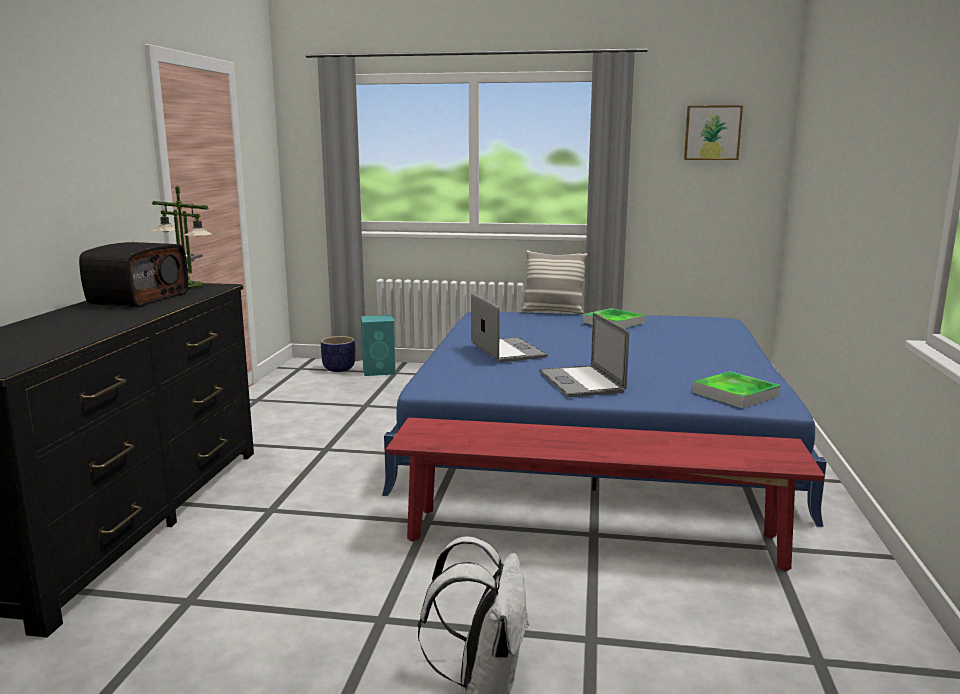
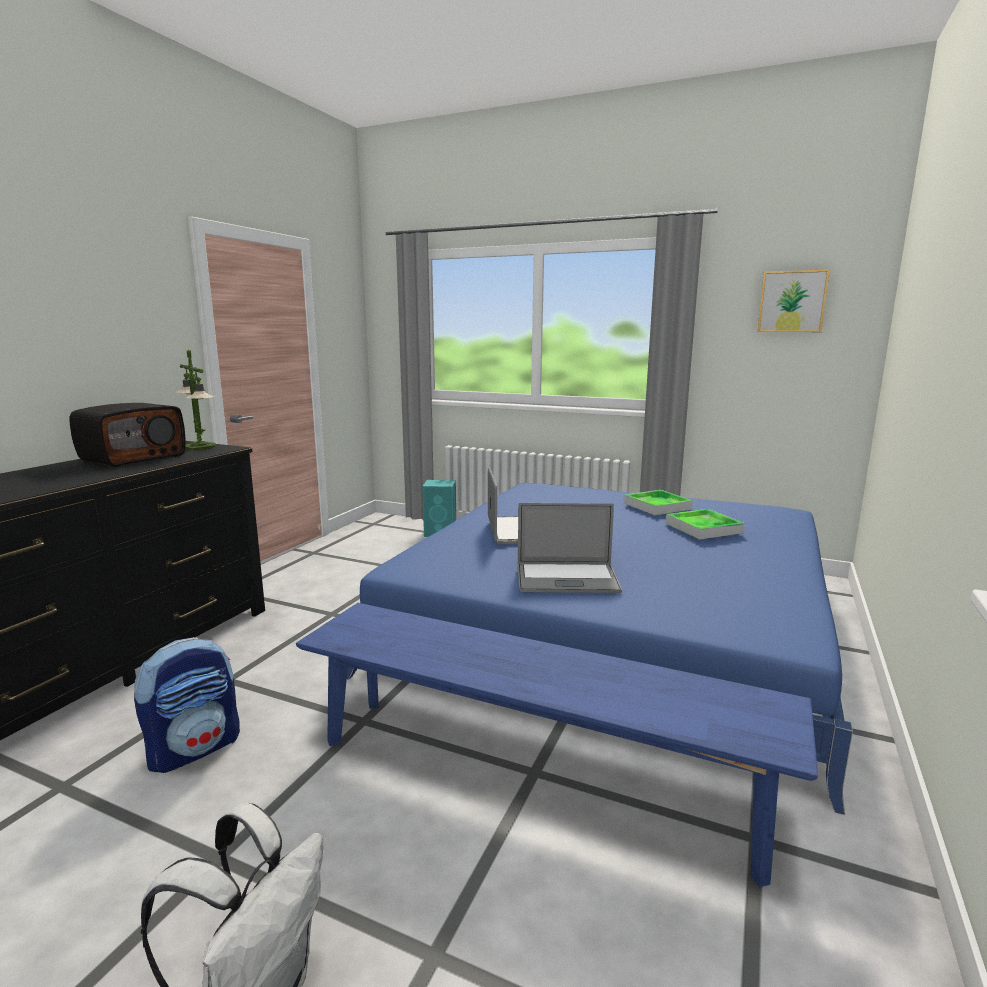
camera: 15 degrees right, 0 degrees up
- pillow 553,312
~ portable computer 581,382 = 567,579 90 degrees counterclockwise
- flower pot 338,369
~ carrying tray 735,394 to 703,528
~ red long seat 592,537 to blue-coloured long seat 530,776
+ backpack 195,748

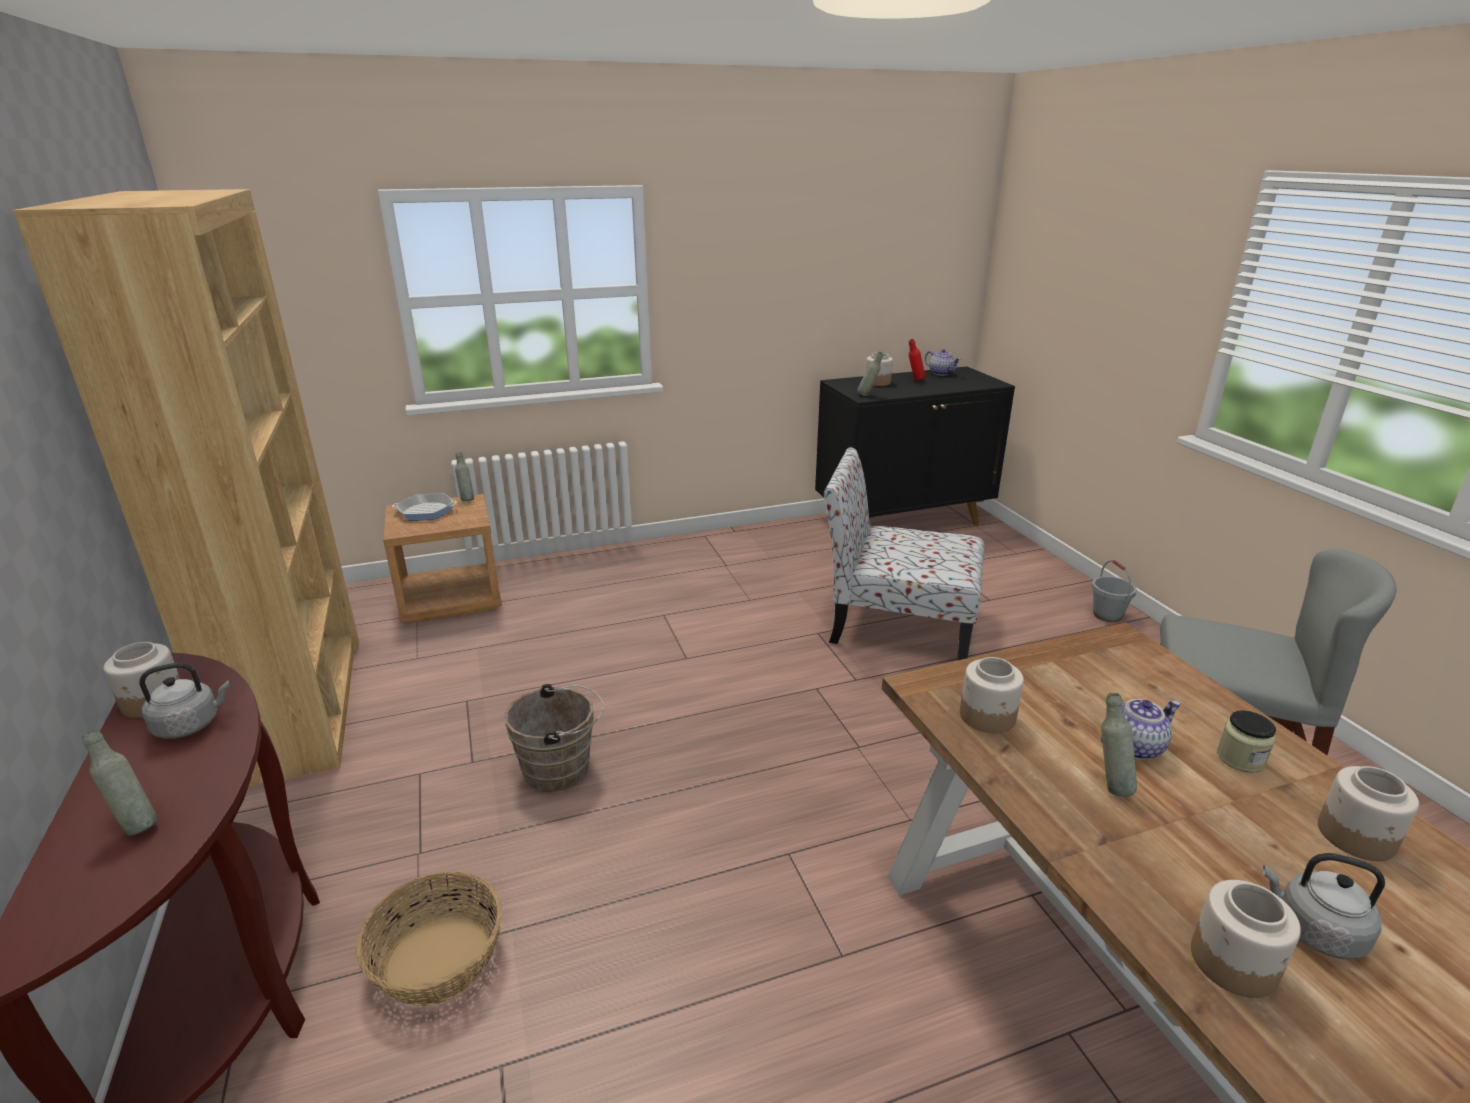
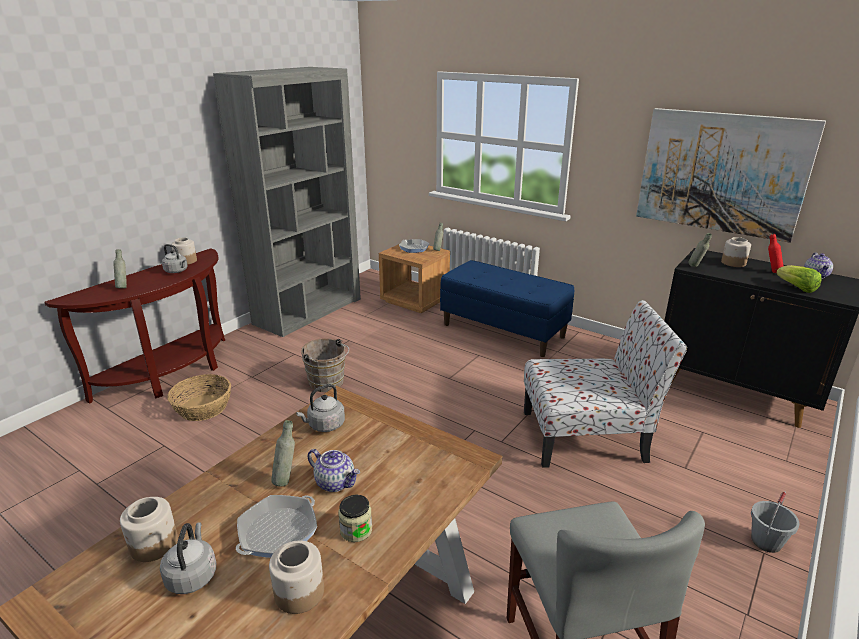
camera: 55 degrees right, 0 degrees up
~ brownish bookcase 300,706 to grey bookcase 308,311
~ upright chair 897,624 = 587,436 105 degrees clockwise
~ storage jar 988,716 to grey tea kettle 324,425
+ wall art 721,173
+ blue-coloured long seat 504,330
+ lettuce 797,288
+ skillet 278,532

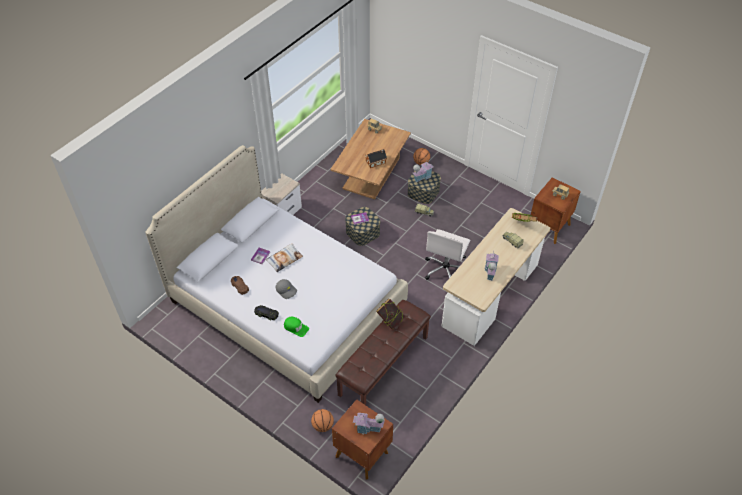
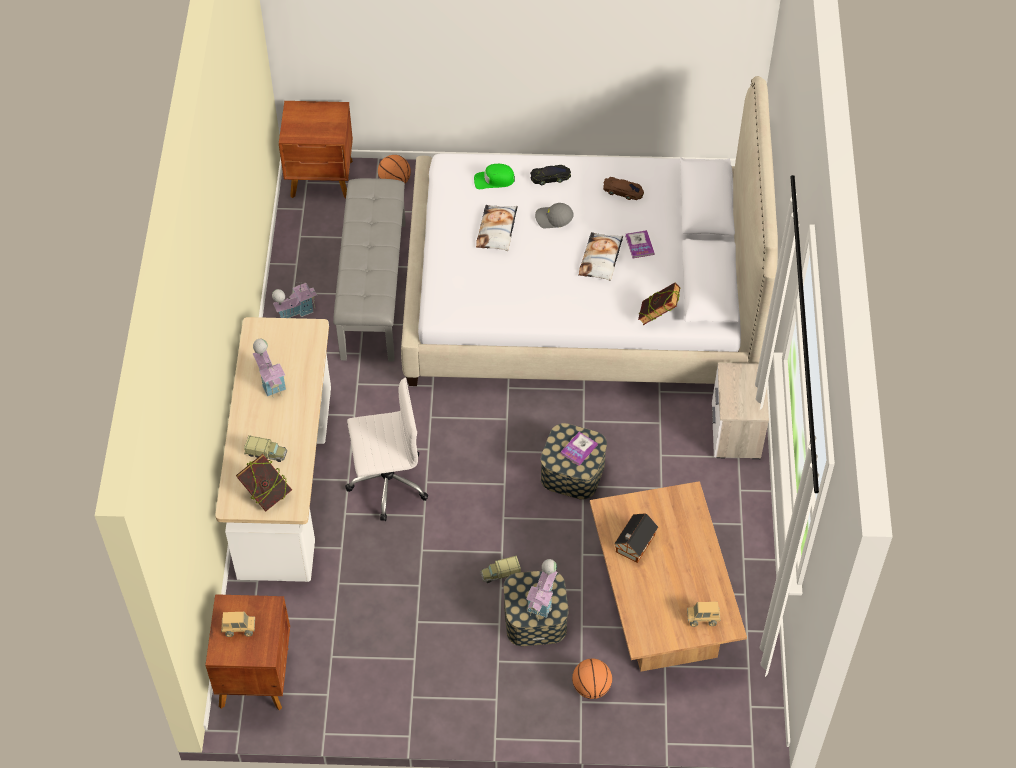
camera: 145 degrees right, 5 degrees up
~ whitish desk chair 445,270 = 386,482 90 degrees clockwise
~ volume 390,321 to 657,316
~ brownish long seat 383,365 to grey long seat 374,290
~ miniature house 368,428 to 296,310
+ pillow 497,231

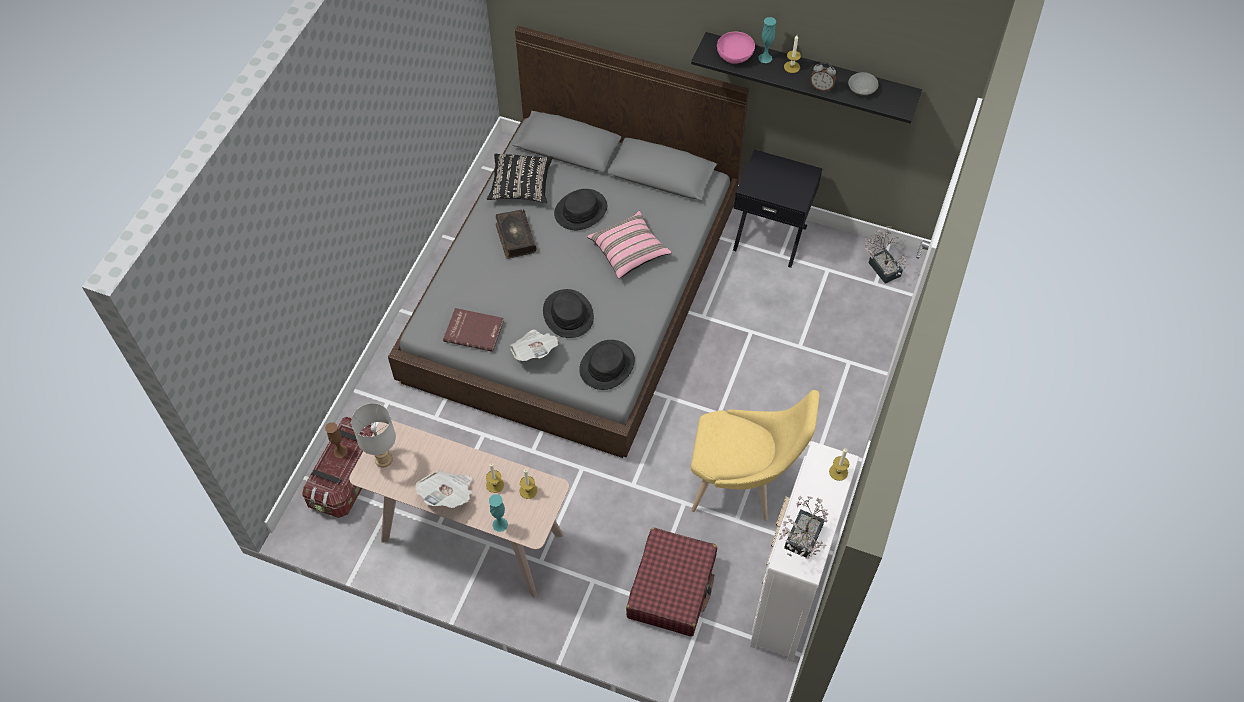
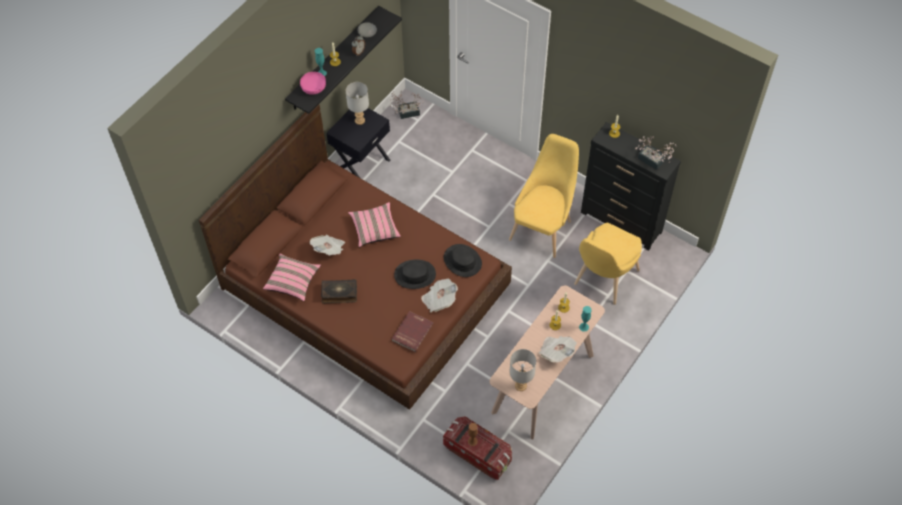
camera: 75 degrees left, 0 degrees up
~ grey sleeping bed 574,289 to brownish sleeping bed 365,286
~ black pillow 521,186 to pinkish pillow 293,282
~ black clothing hat 581,210 to printed paper 329,249
~ whitish drawer chest 789,596 to black drawer chest 621,222
~ red travel case 672,587 to yellowish upright chair 603,280
+ grey lamp for a table 360,121

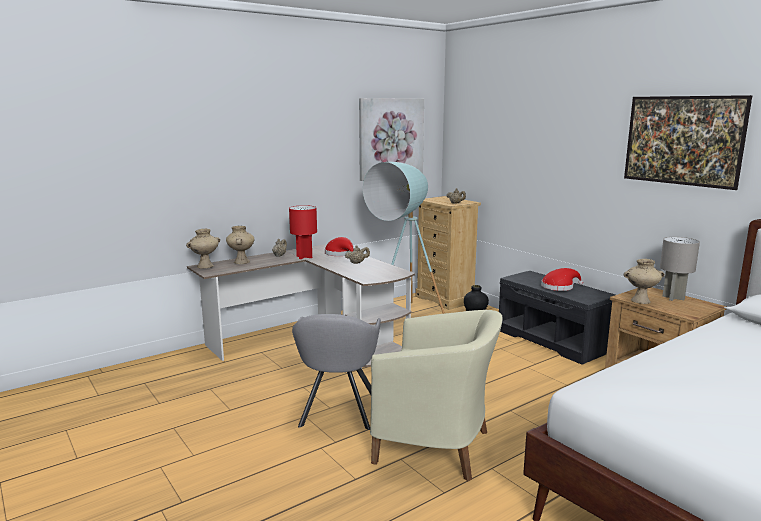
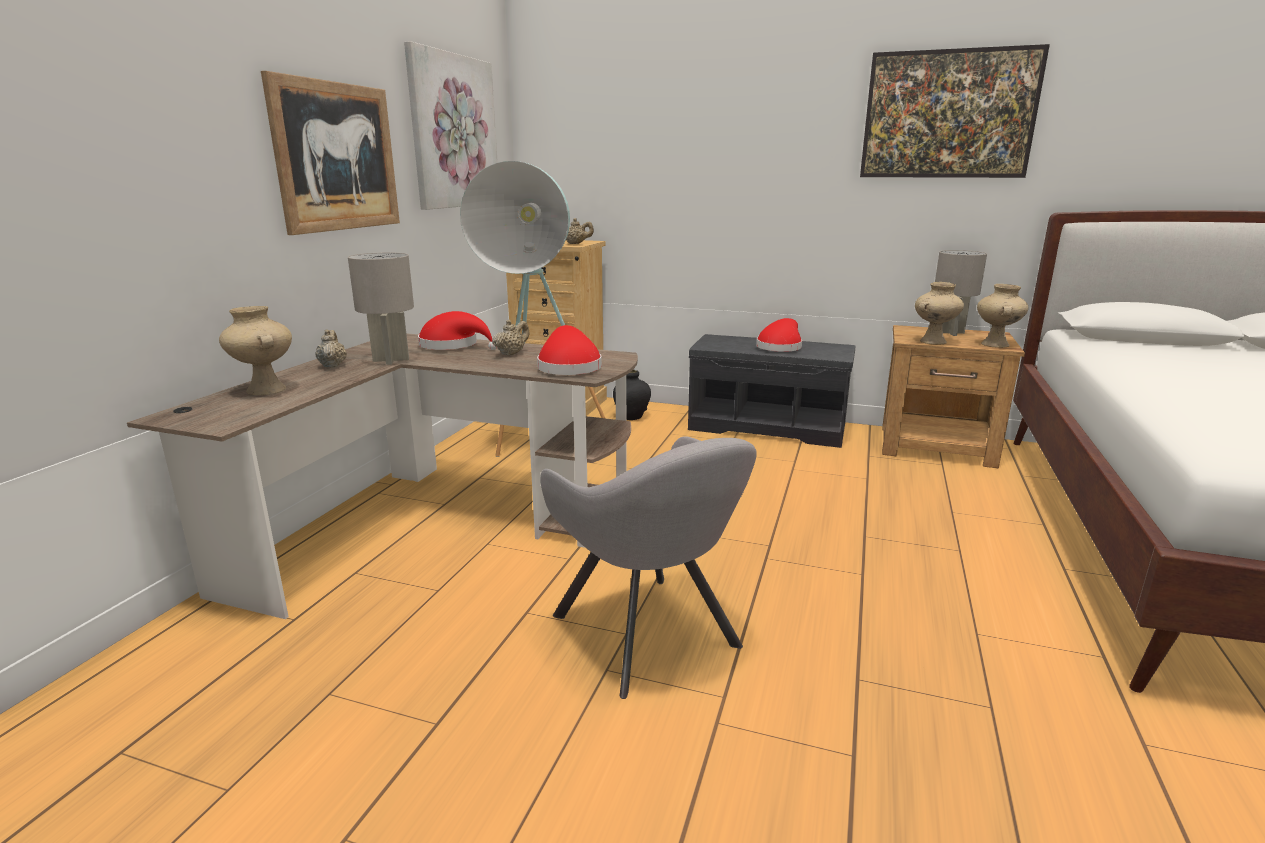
camera: 35 degrees left, 5 degrees up
~ red lamp for a table 304,257 to grey lamp for a table 391,360
~ beige flower vase 205,266 to 996,345
- beige armchair 436,446
+ wall art 337,157
+ red clothing hat 568,367

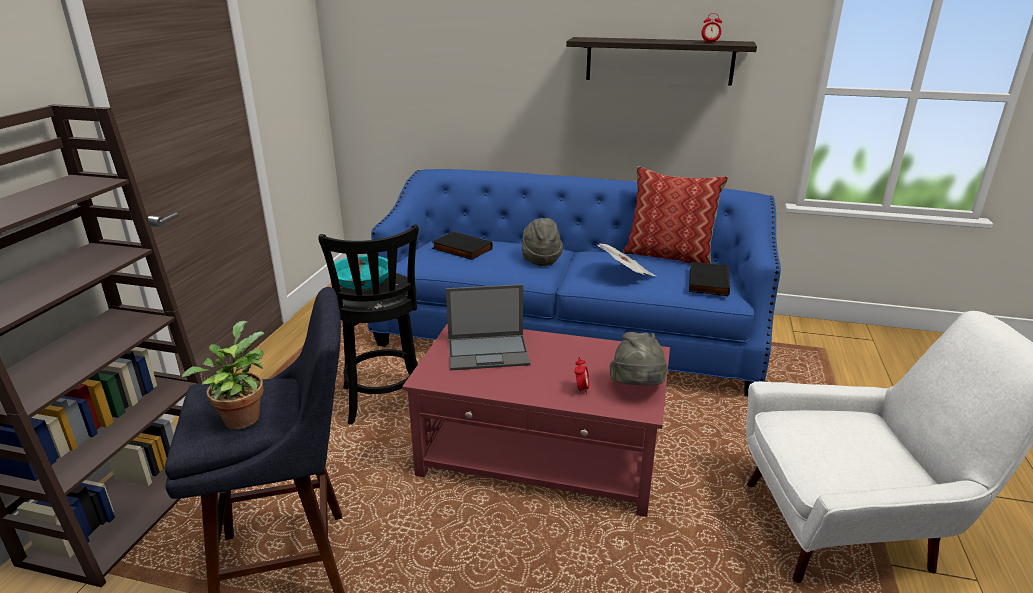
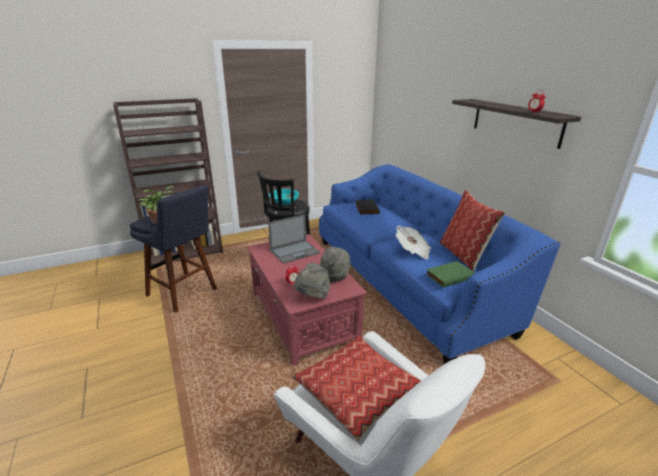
camera: 50 degrees right, 0 degrees up
~ grey clothing hat 540,259 to 335,276
~ black volume 707,282 to greenish volume 449,275
~ portable computer 489,352 = 295,251 75 degrees counterclockwise
+ pillow 358,391

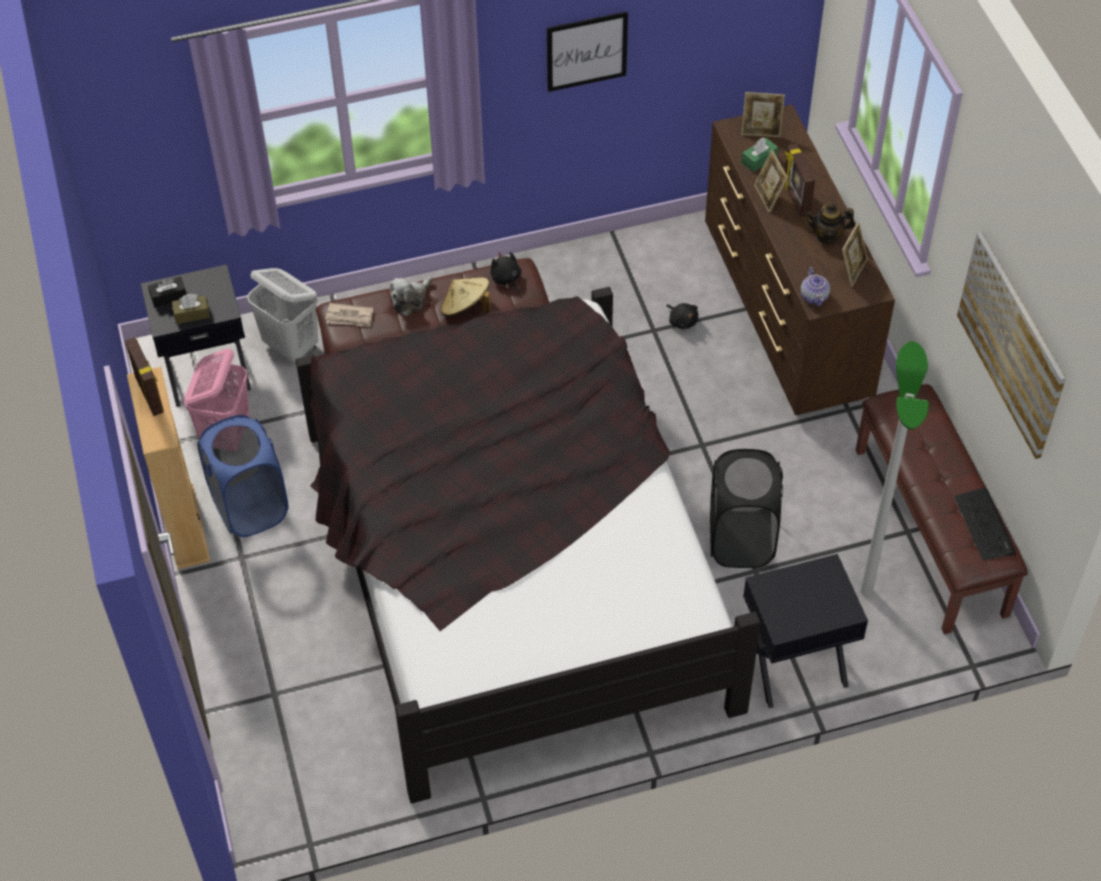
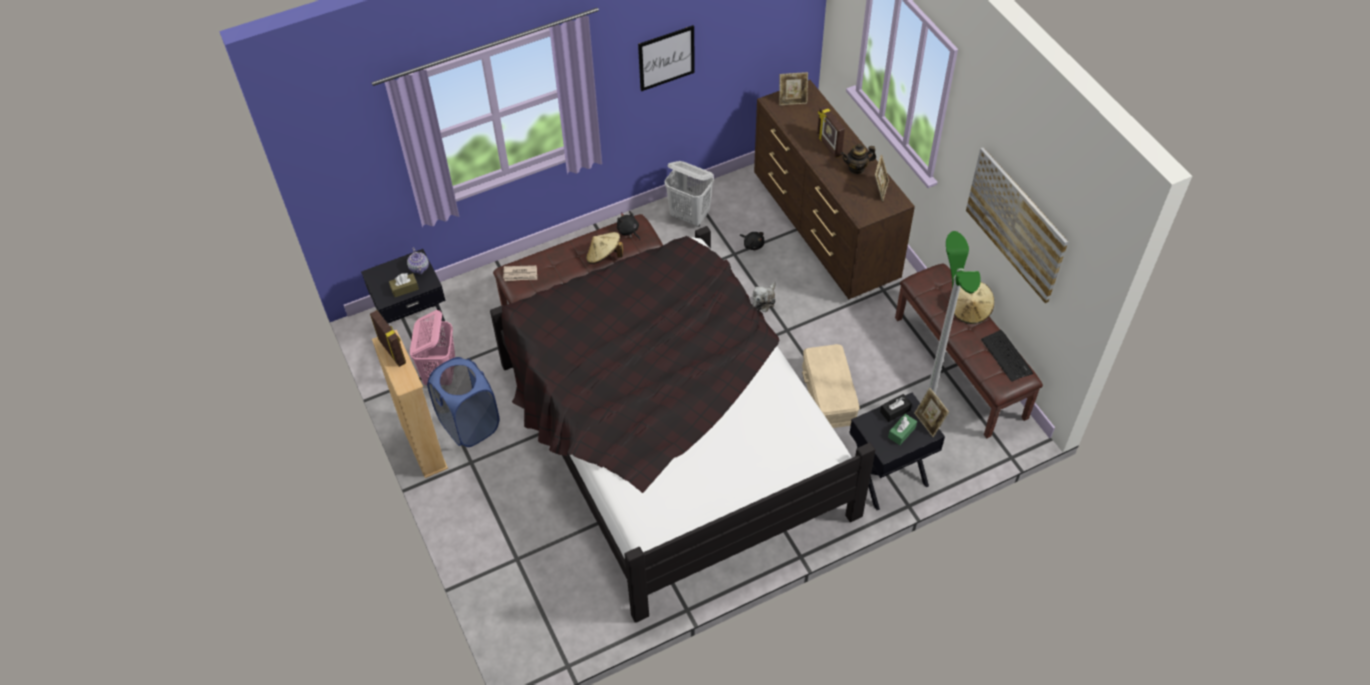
camera: 10 degrees left, 0 degrees up
~ greenish tissue box 759,160 to 901,432
~ standing frame 768,197 to 928,422
~ teapot 814,296 to 419,267
~ whitish hamper 291,346 to 690,216
~ black tissue box 168,296 to 895,411
~ plush toy 411,300 to 764,300
~ black hamper 741,540 to beige storage bin 829,393
+ beige clothing hat 970,310

